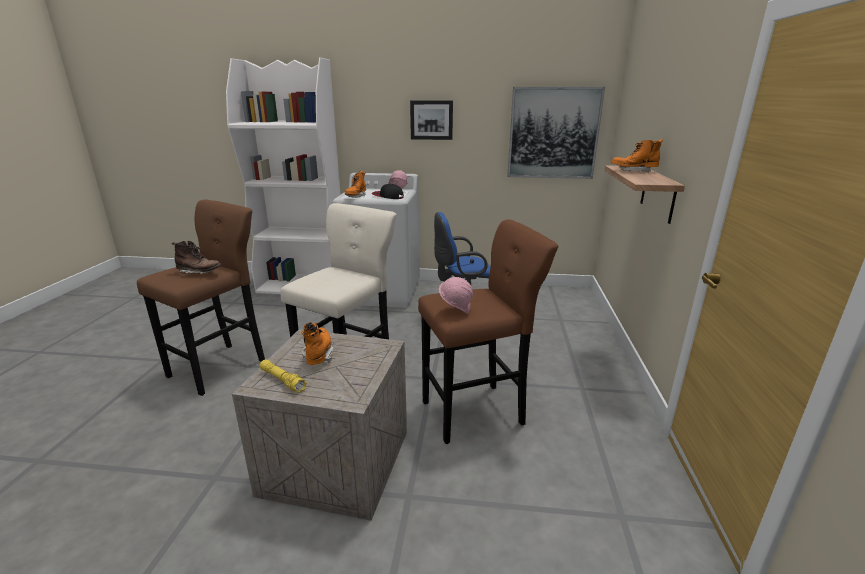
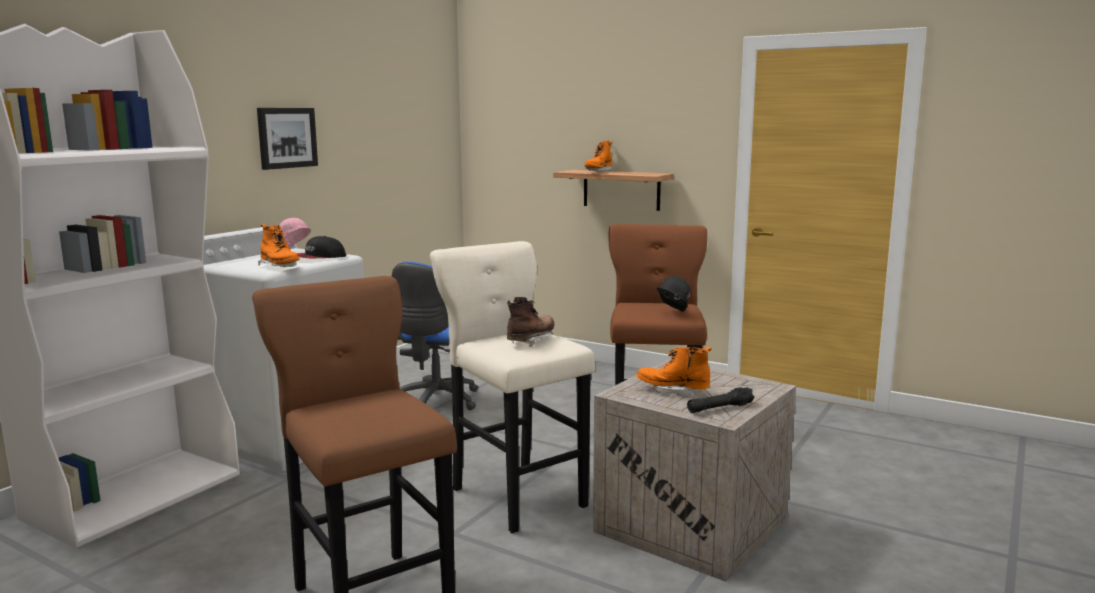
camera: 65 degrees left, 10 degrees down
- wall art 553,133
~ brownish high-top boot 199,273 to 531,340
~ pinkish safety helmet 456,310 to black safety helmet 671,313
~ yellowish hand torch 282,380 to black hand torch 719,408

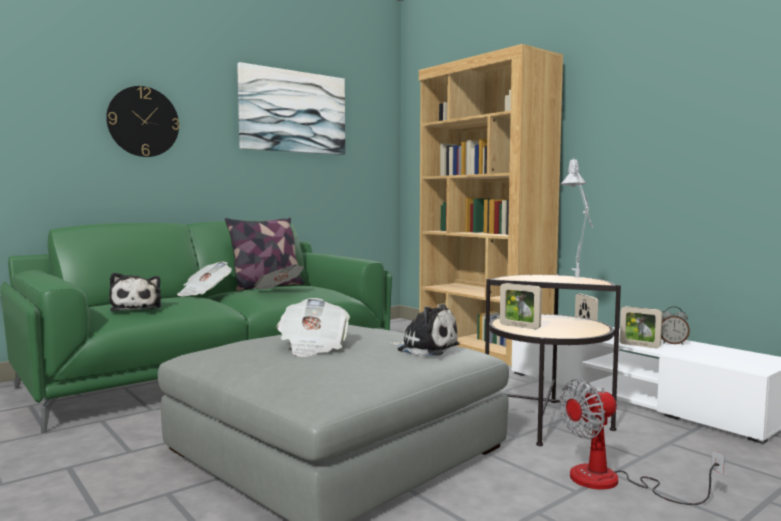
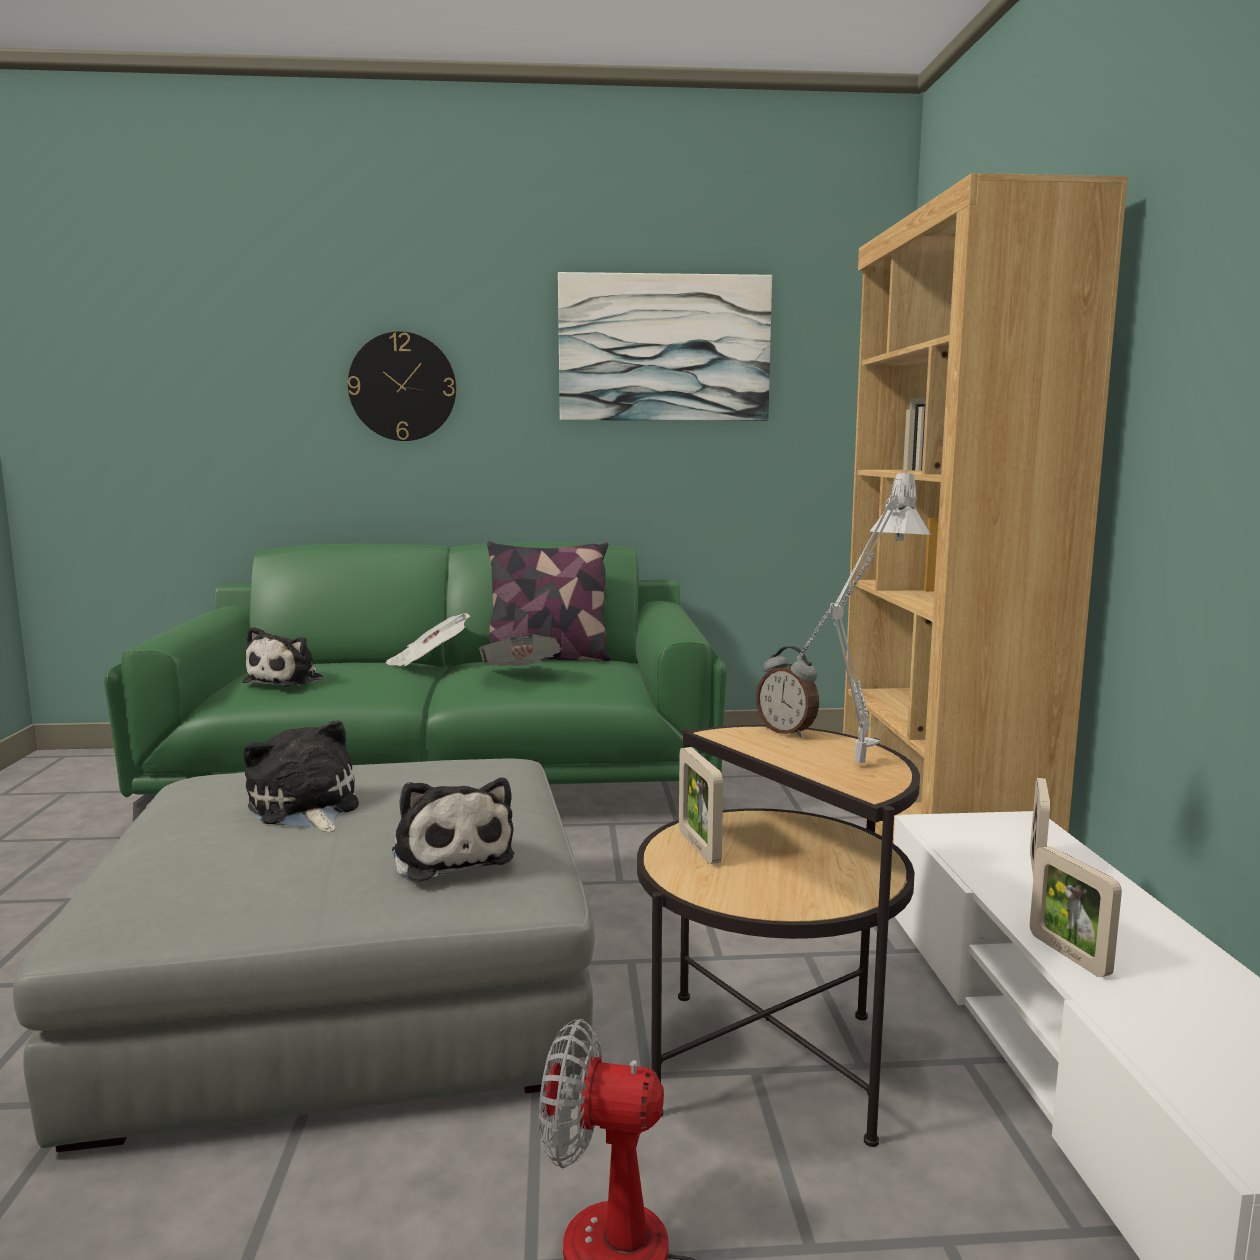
camera: 35 degrees right, 5 degrees up
~ printed paper 313,347 to plush toy 305,808
~ bedside clock 672,343 to 787,732

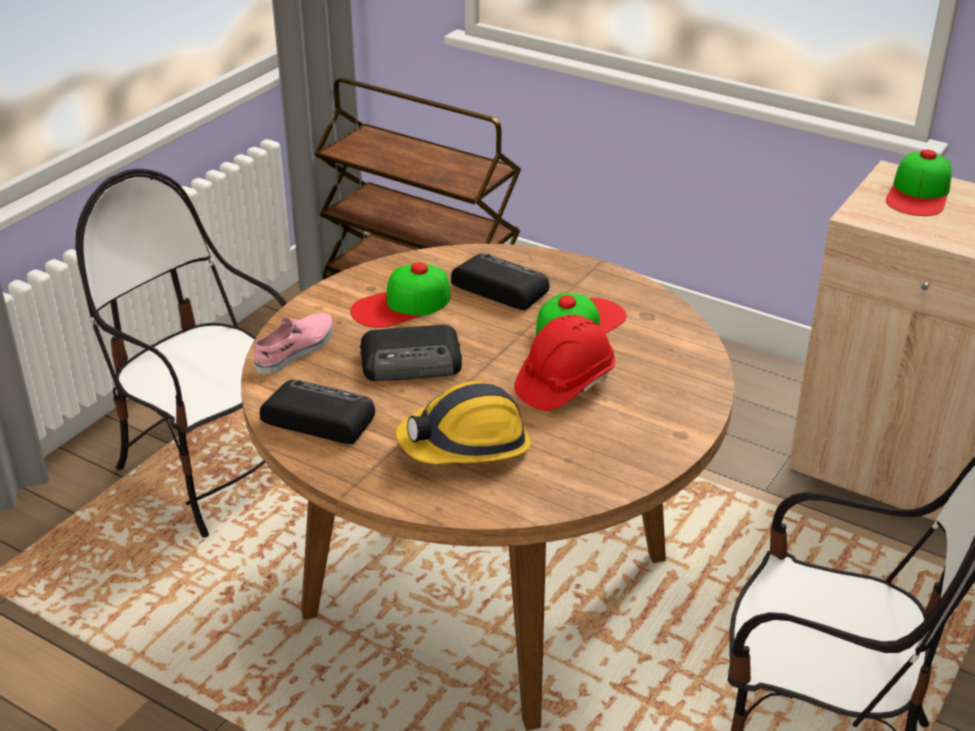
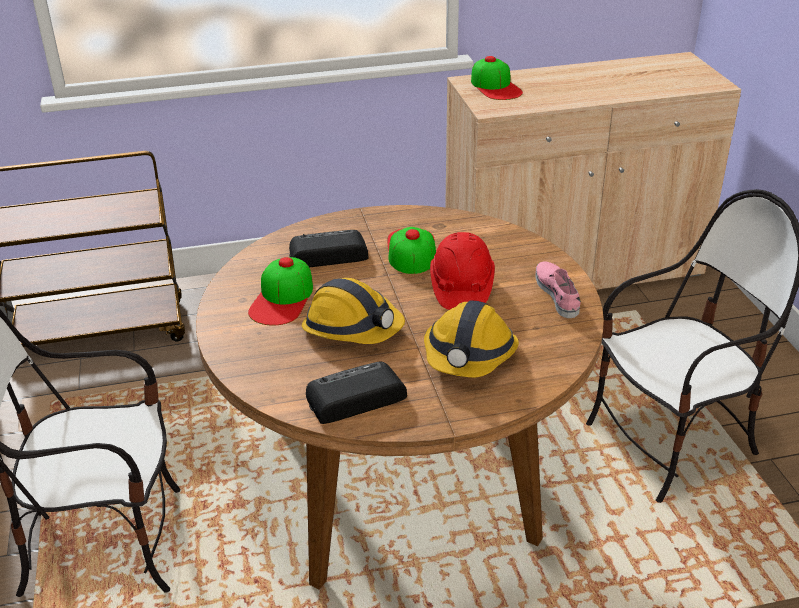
camera: 45 degrees left, 0 degrees up
~ pinkish shoe 296,349 to 557,293
~ radio receiver 413,362 to safety helmet 353,328

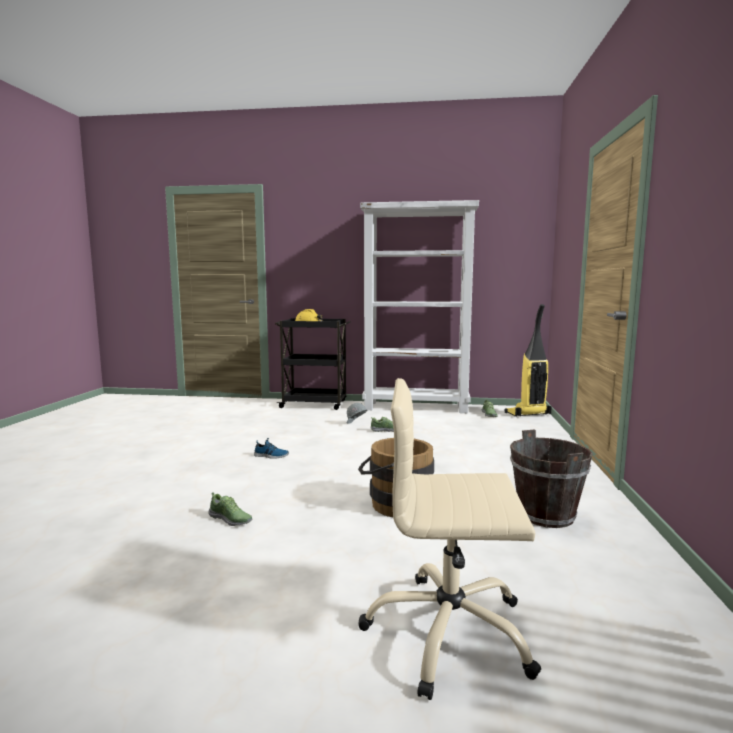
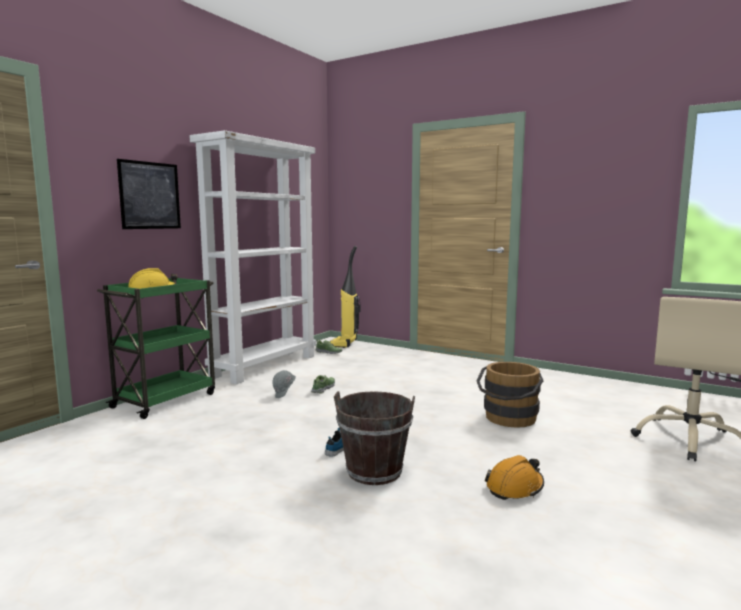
camera: 65 degrees left, 0 degrees up
~ black wheeled cart 315,404 to greenish wheeled cart 166,400
~ brownish water bucket 546,515 to 374,471
~ shoe 230,520 to orange safety helmet 515,487
+ wall art 150,195

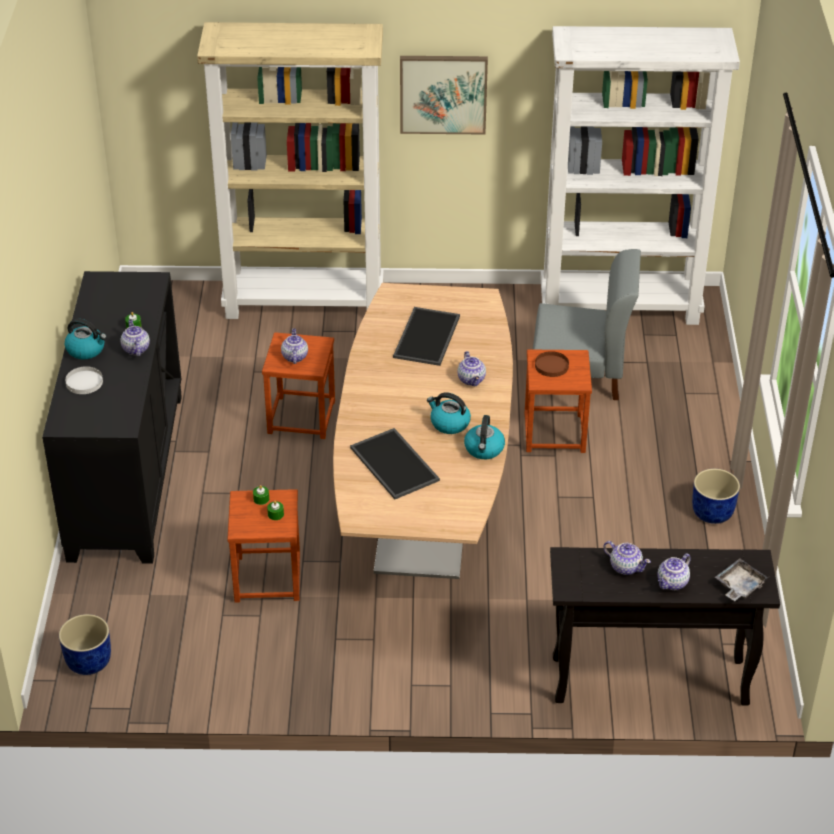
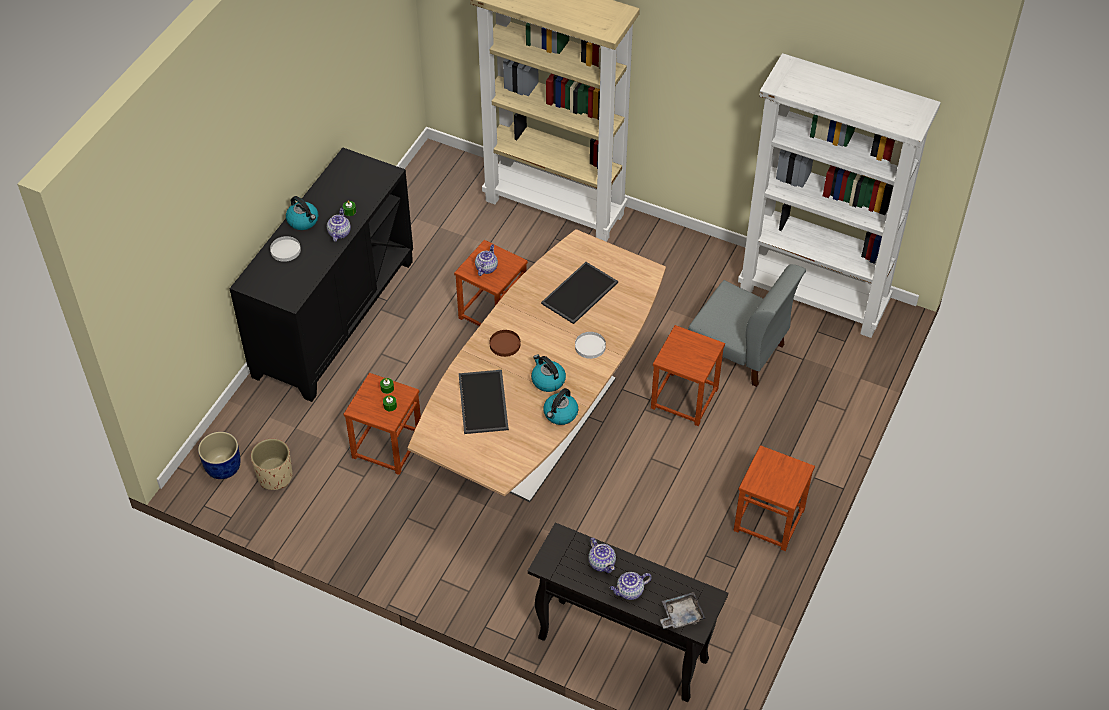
camera: 25 degrees right, 10 degrees up
- wall art 443,93
~ teapot 472,380 to whitish flat dish 590,346
~ brownish flat dish 552,366 to 505,344
~ blue-coloured flower pot 713,512 to brownish stool seat 769,519
+ beige flower pot 275,476

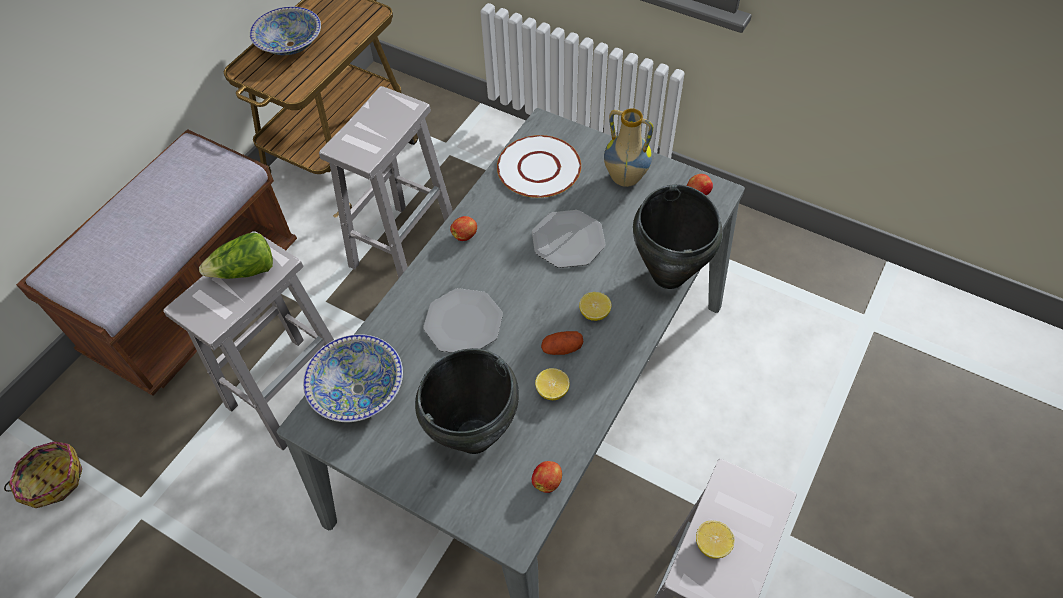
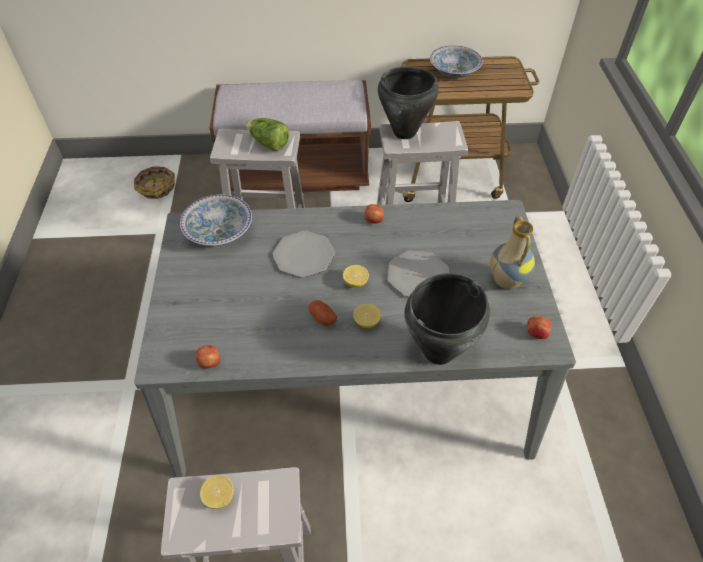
camera: 55 degrees right, 5 degrees down
- whitish flat dish 538,168
~ black cooking pot 475,437 to 405,133
~ whole lemon 552,390 to 355,282

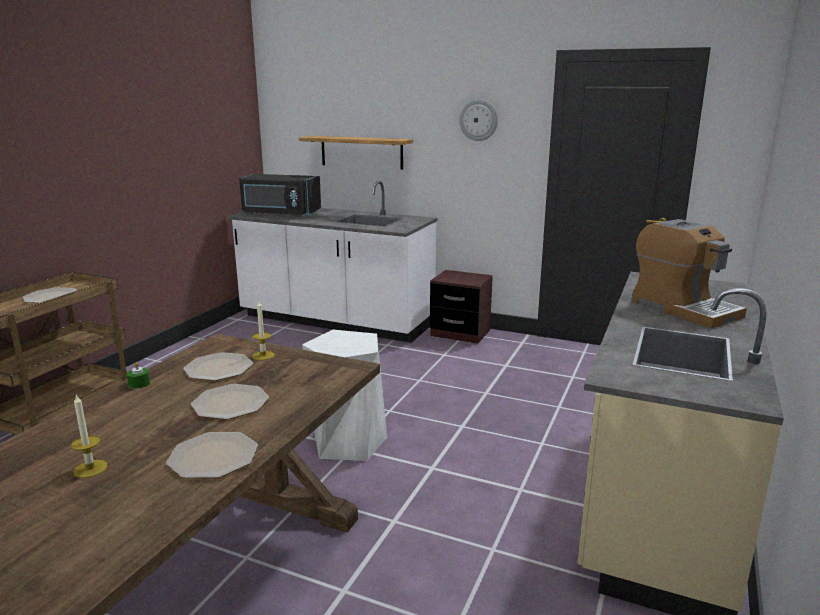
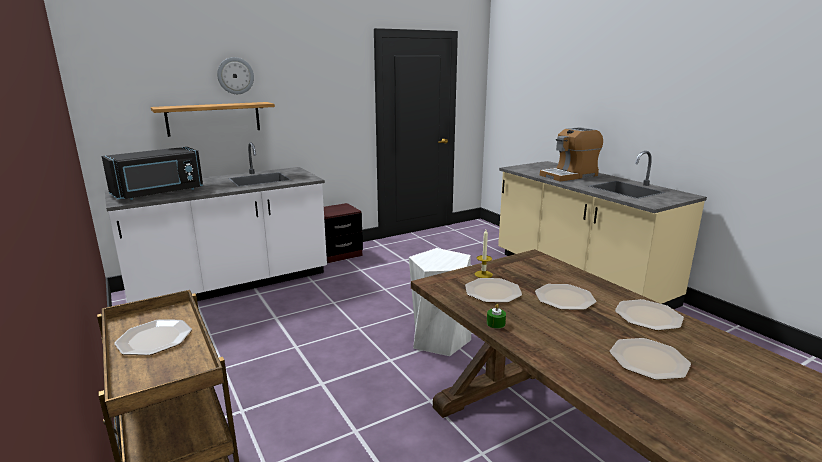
camera: 55 degrees left, 0 degrees up
~ hanging clock 478,120 to 235,76
~ coffee brewer 683,308 = 569,175 150 degrees clockwise
~ wax candle 90,469 to flat dish 648,359

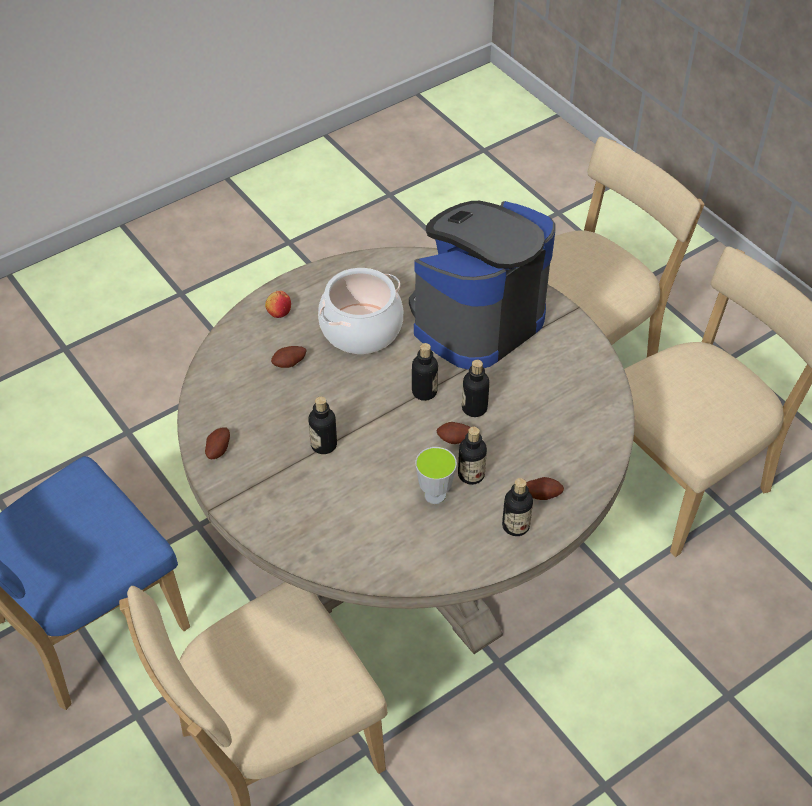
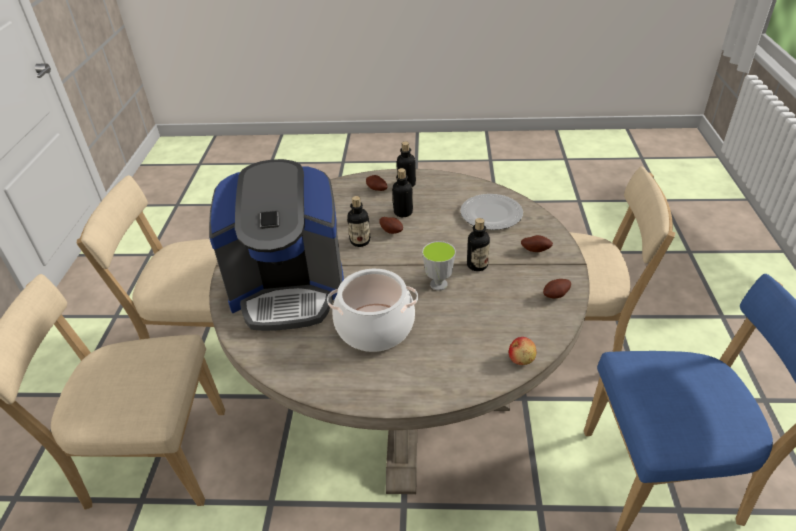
camera: 140 degrees left, 10 degrees down
~ apple fruit 279,312 to 521,359
- bottle 424,392
~ potato 290,364 to 535,249
~ cup 435,495 to 438,284
+ flat dish 492,214

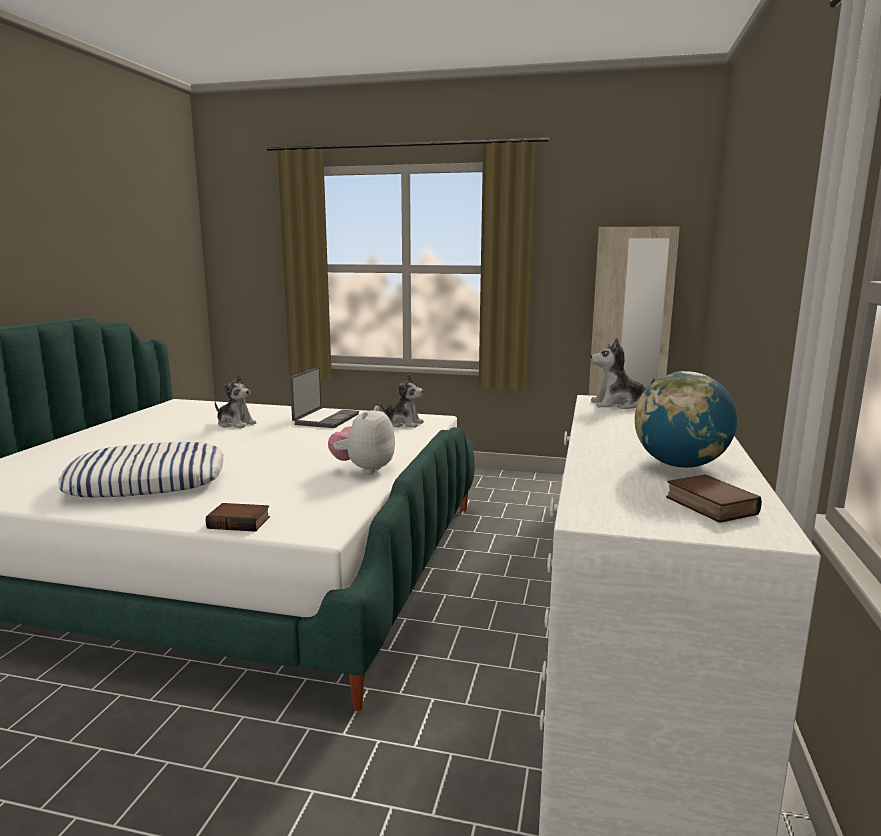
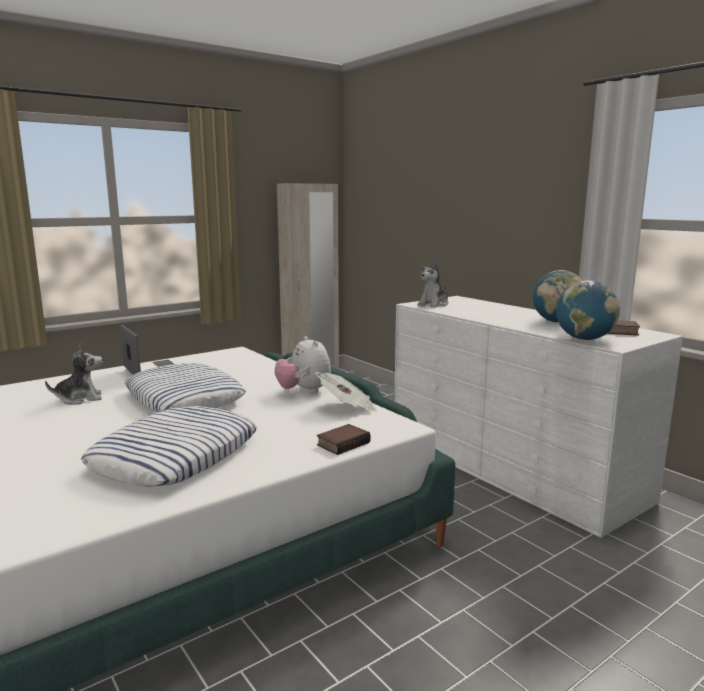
camera: 50 degrees left, 0 degrees up
- plush toy 403,423
+ desk globe 584,339
+ pillow 184,398
+ printed paper 347,407

